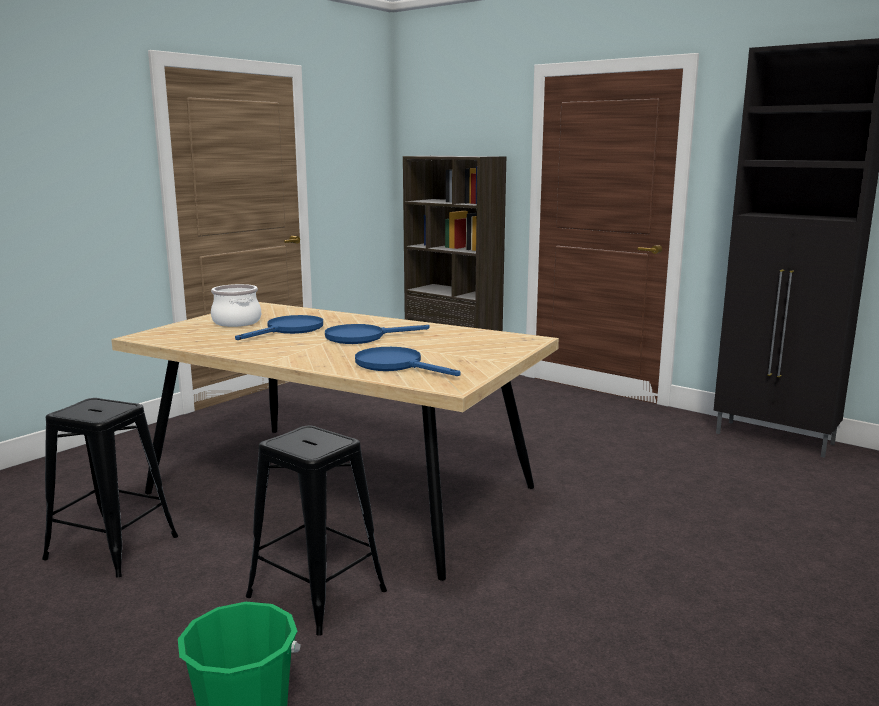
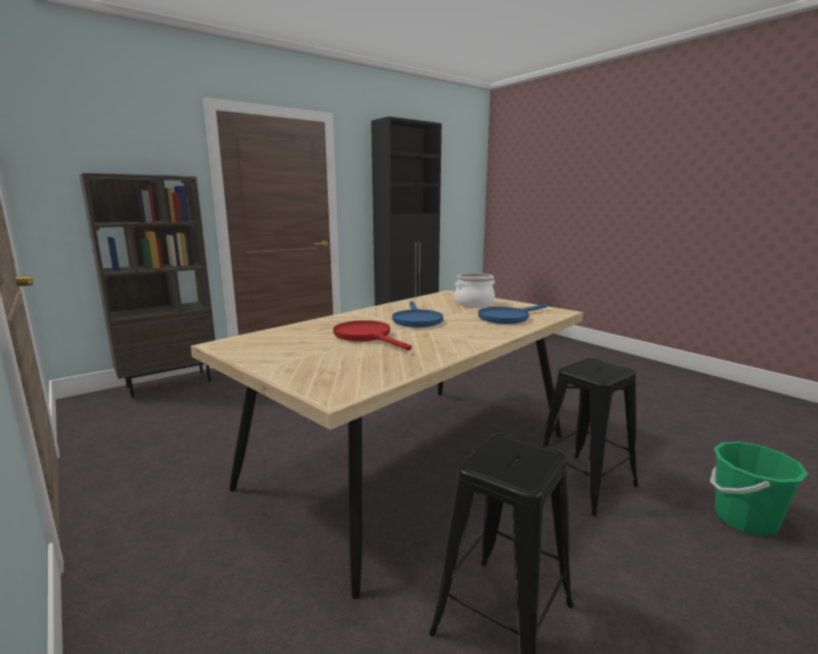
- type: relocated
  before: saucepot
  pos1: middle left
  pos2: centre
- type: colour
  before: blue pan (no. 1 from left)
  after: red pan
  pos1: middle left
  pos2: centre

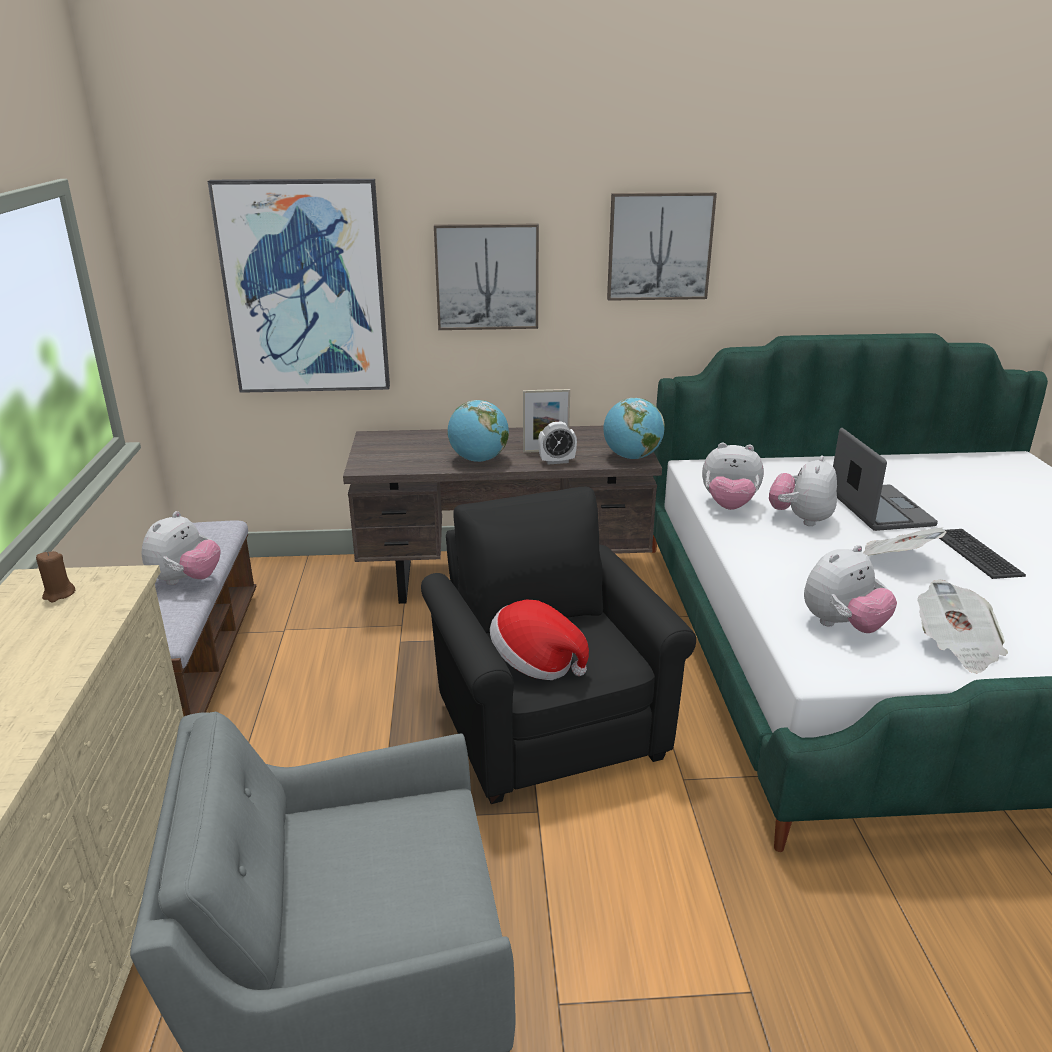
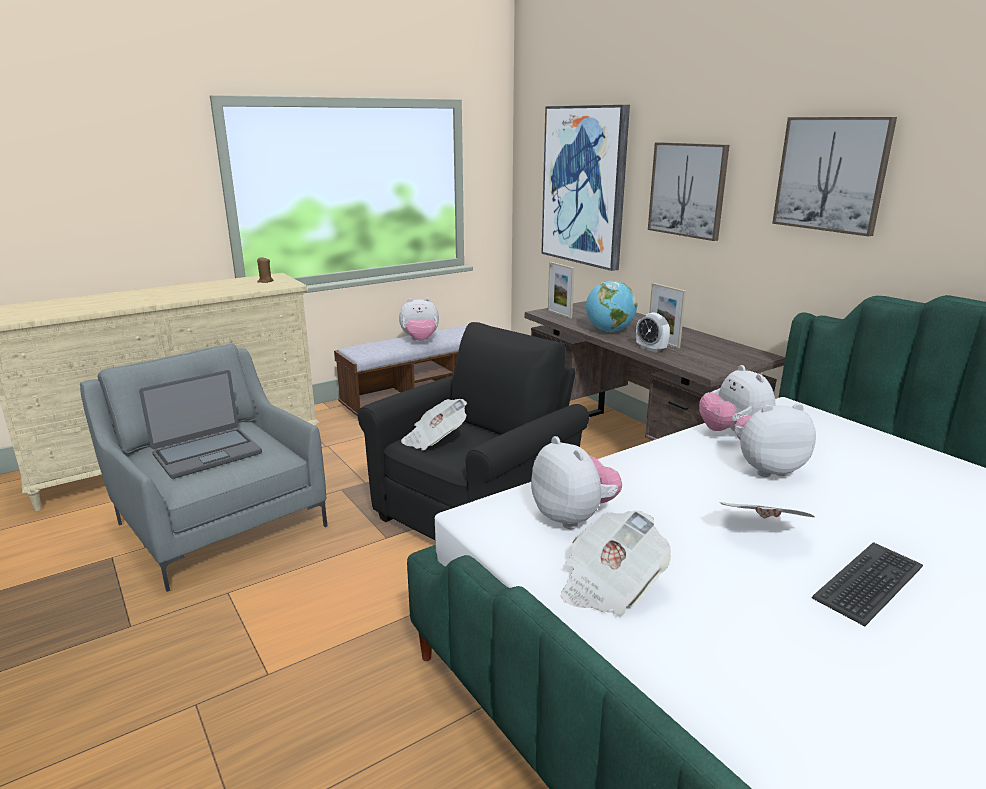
- type: exchanged
  before: clothing hat
  after: newspaper (no. 1 from left)
  pos1: centre
  pos2: centre
- type: missing
  before: globe (no. 2 from left)
  pos1: centre
- type: spun
  before: cuddly toy (no. 4 from left in the first image)
  pos1: middle right
  pos2: centre
  turn: -150
- type: relocated
  before: notebook computer
  pos1: middle right
  pos2: middle left
- type: appeared
  after: picture frame (no. 1 from left)
  pos2: centre

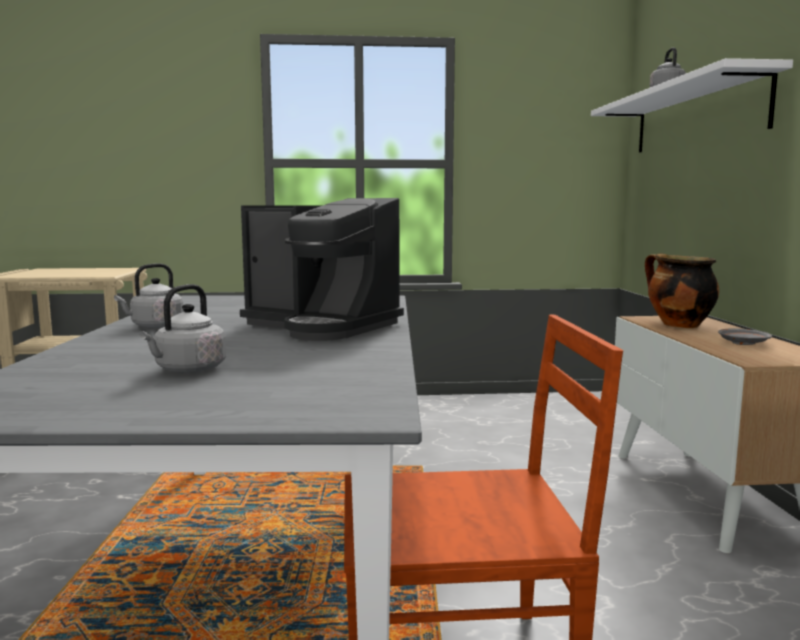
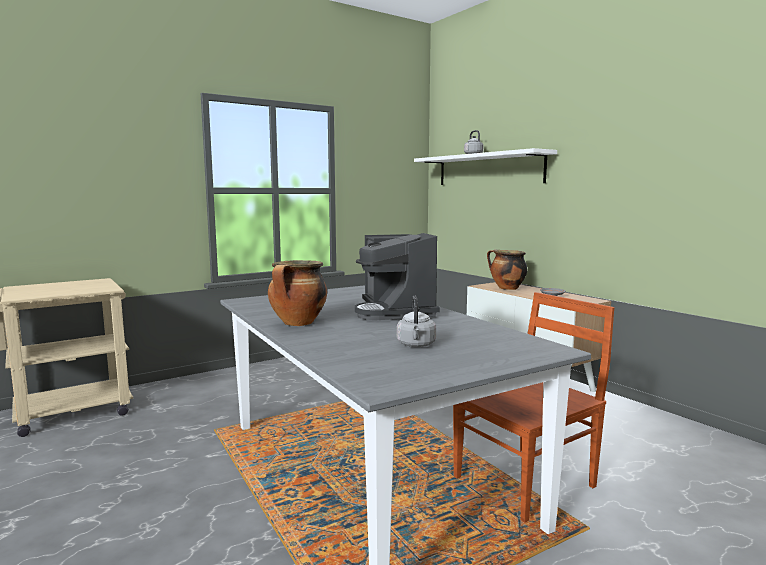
- type: exchanged
  before: gray tea kettle (no. 1 from left)
  after: saucepot (no. 1 from left)
  pos1: middle left
  pos2: centre
- type: spun
  before: coffee maker
  pos1: centre
  pos2: centre
  turn: 75

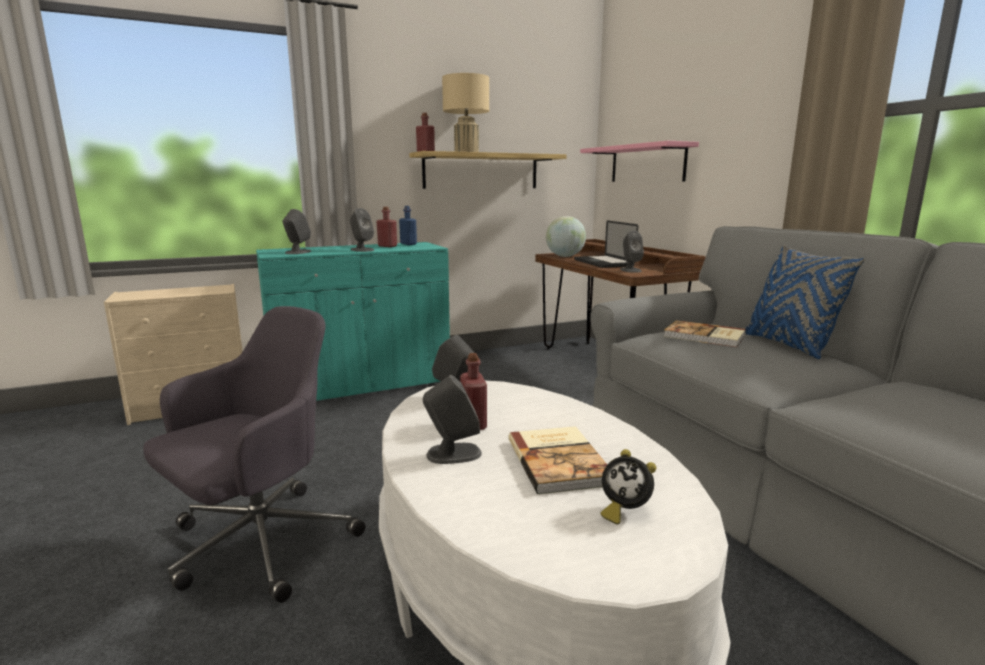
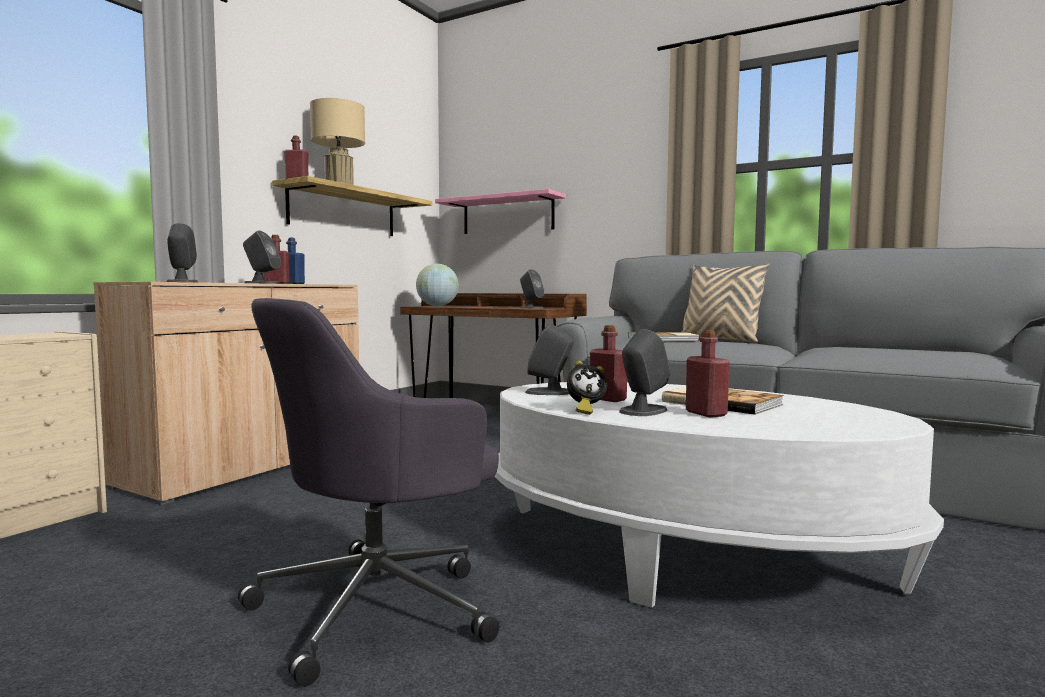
- type: spun
  before: gray office chair
  pos1: bottom left
  pos2: bottom centre
  turn: -135
- type: colour
  before: turquoise-coloured cupboard
  after: beige cupboard
  pos1: centre
  pos2: middle left
- type: missing
  before: notebook computer
  pos1: centre
- type: relocated
  before: table clock
  pos1: bottom centre
  pos2: centre
- type: colour
  before: blue cushion
  after: beige cushion
  pos1: middle right
  pos2: middle right
- type: appeared
  after: red drink bottle (no. 4 from left)
  pos2: middle right

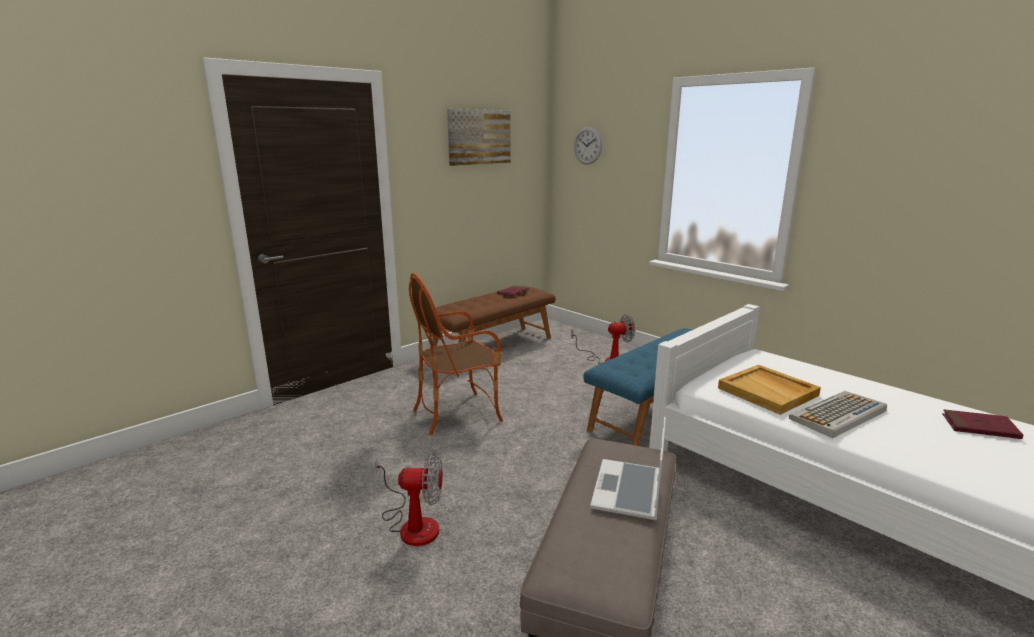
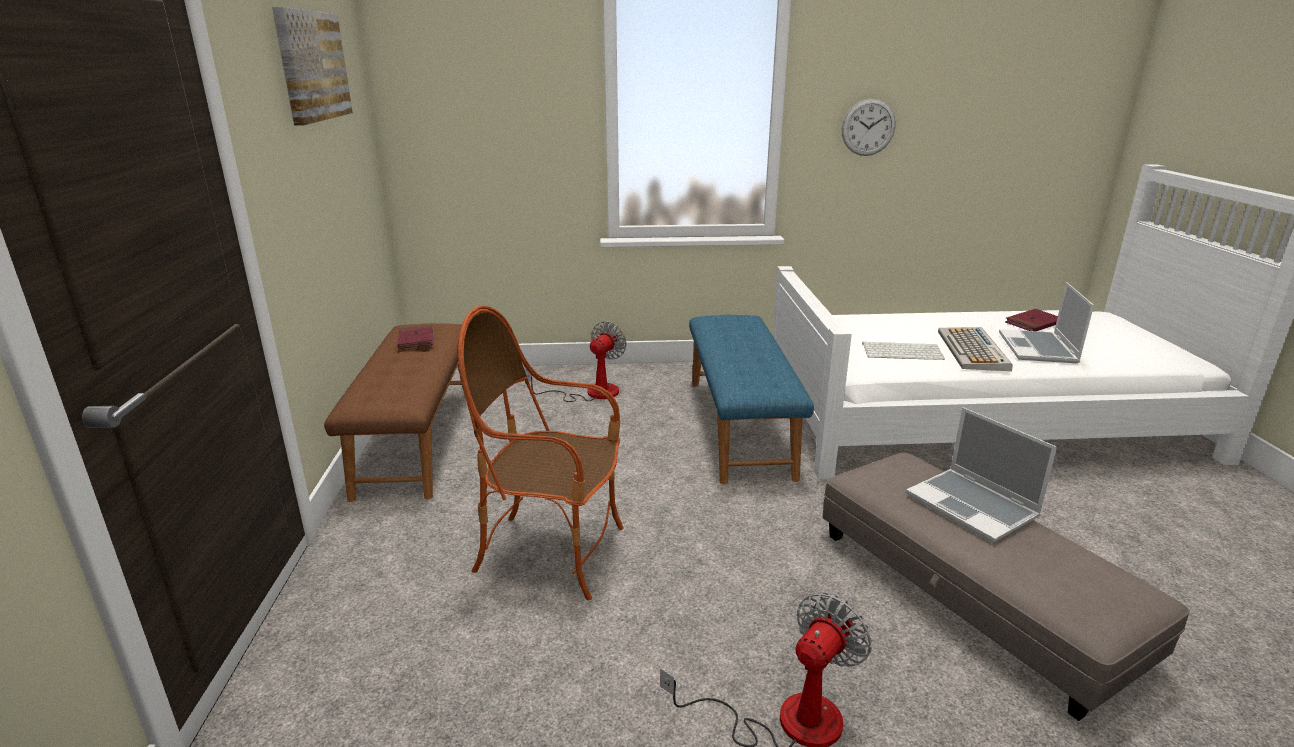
- type: spun
  before: easy chair
  pos1: centre
  pos2: centre
  turn: 90
- type: relocated
  before: hanging clock
  pos1: top centre
  pos2: top right
- type: exchanged
  before: beige serving tray
  after: PC keyboard (no. 1 from left)
  pos1: middle right
  pos2: middle right
- type: appeared
  after: notebook computer (no. 2 from left)
  pos2: middle right

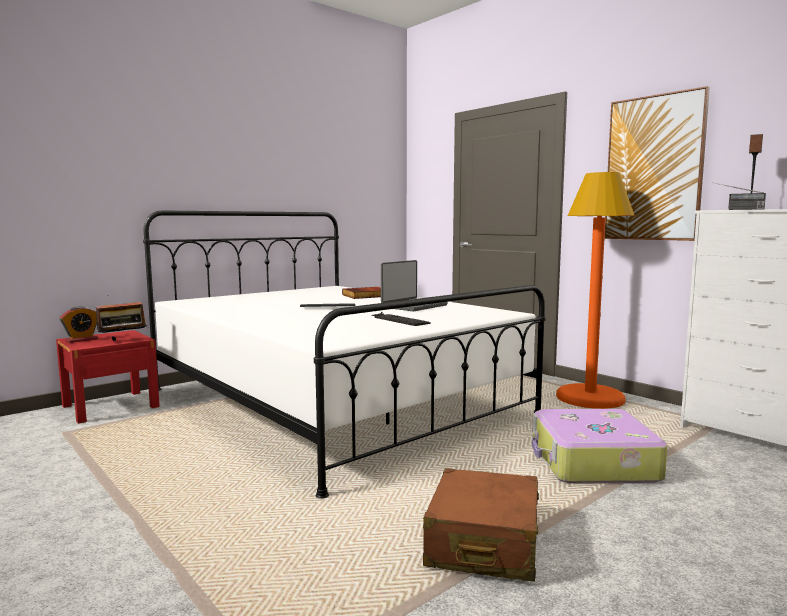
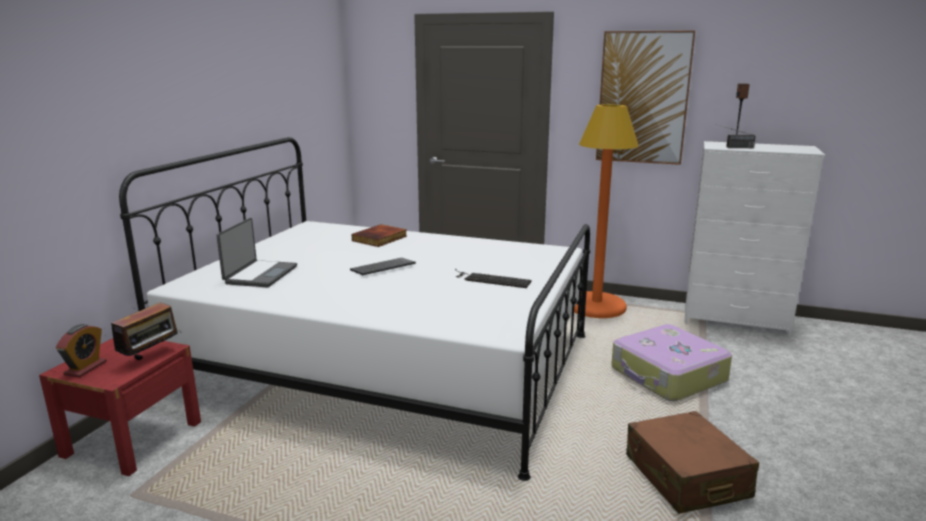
- type: relocated
  before: notebook computer
  pos1: centre
  pos2: middle left

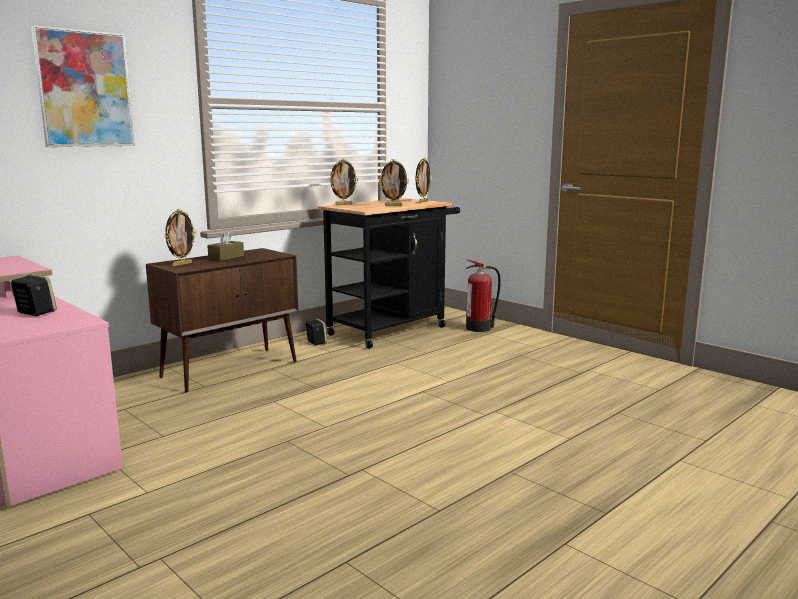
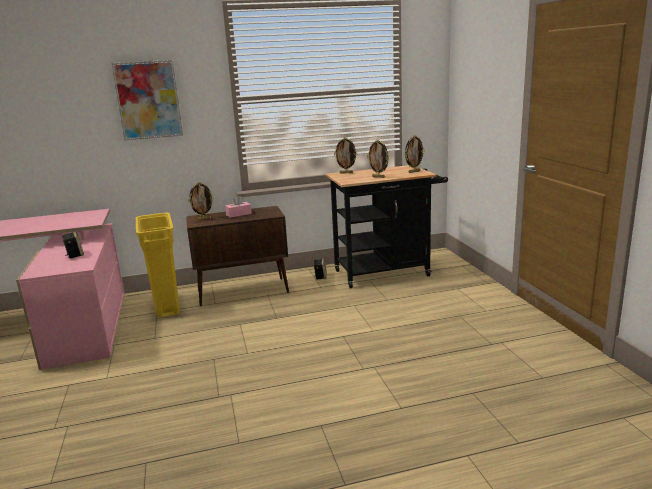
- type: colour
  before: brown-coloured box of tissues
  after: pink box of tissues
  pos1: middle left
  pos2: centre
- type: missing
  before: fire-fighting cylinder
  pos1: centre
- type: appeared
  after: yellowish rubbish bin
  pos2: middle left

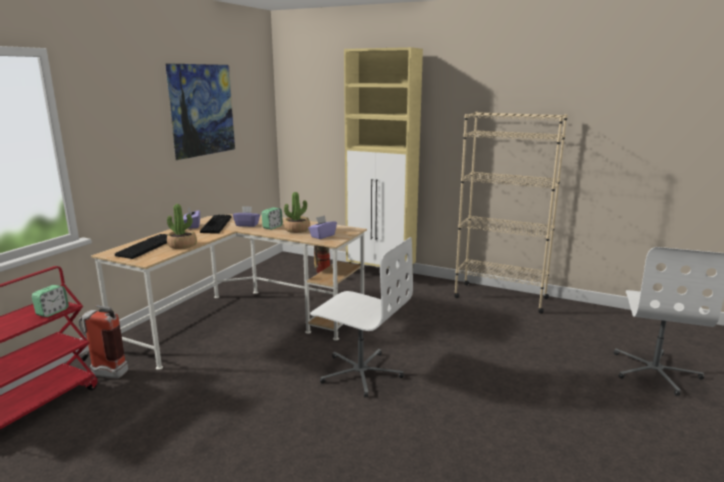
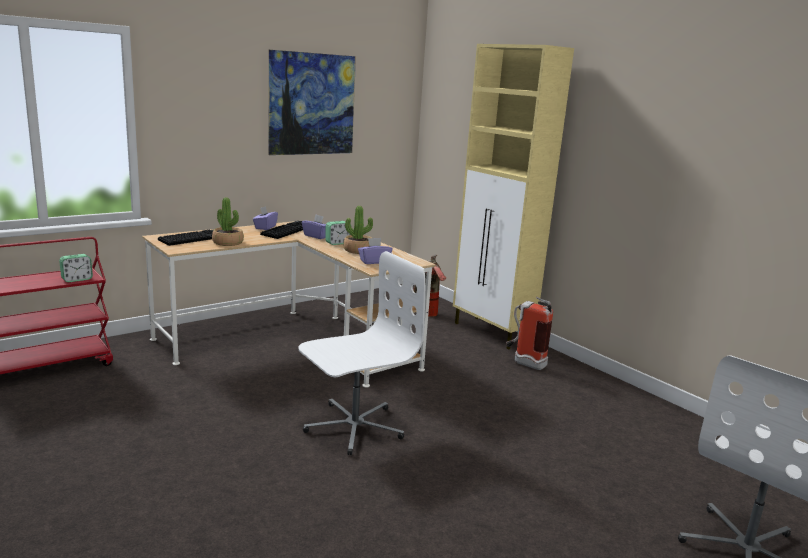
- type: relocated
  before: fire-fighting cylinder (no. 1 from left in the first image)
  after: fire-fighting cylinder (no. 2 from left)
  pos1: bottom left
  pos2: centre
- type: spun
  before: white-coloured office chair (no. 1 from left)
  pos1: centre
  pos2: centre
  turn: -90
- type: missing
  before: beige bookshelf
  pos1: middle right

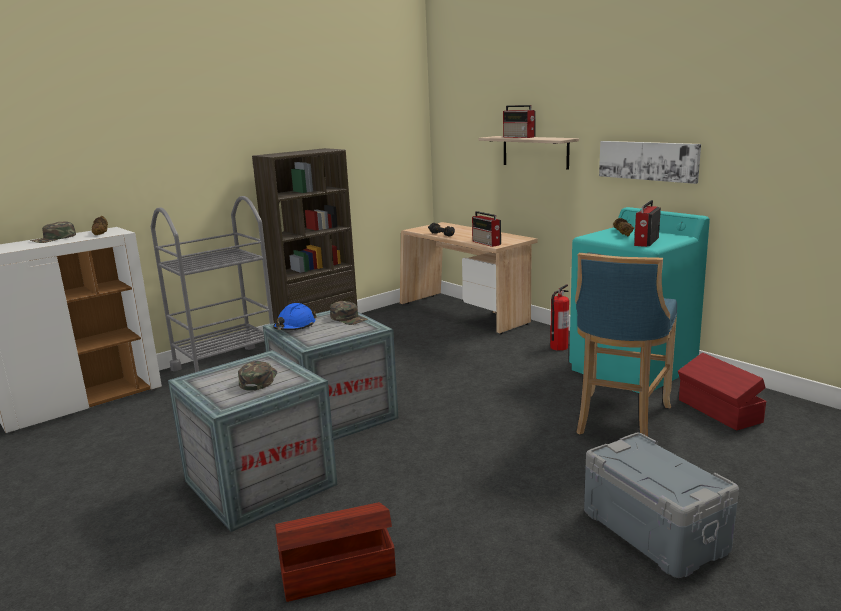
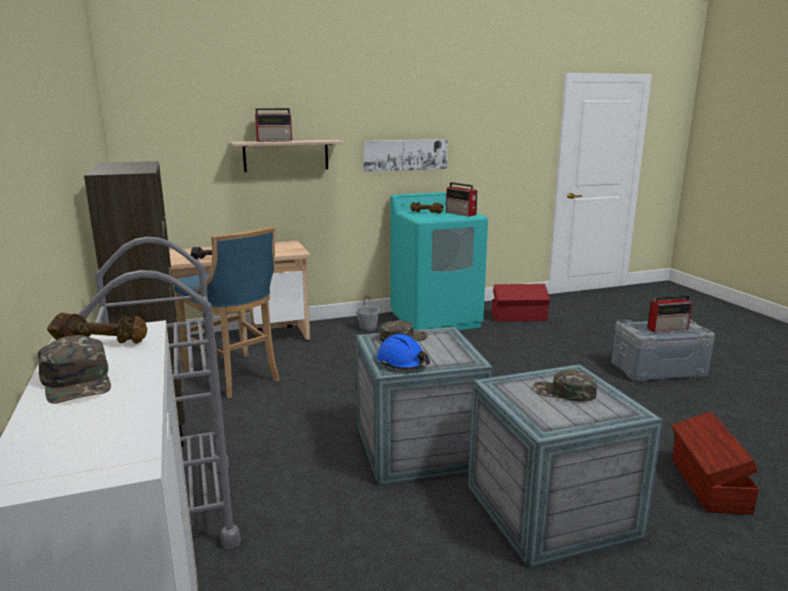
- type: relocated
  before: radio (no. 1 from left in the first image)
  after: radio (no. 3 from left)
  pos1: centre
  pos2: middle right
- type: exchanged
  before: fire-fighting cylinder
  after: gray water bucket
  pos1: centre
  pos2: centre
- type: relocated
  before: blue stool seat
  pos1: middle right
  pos2: middle left

